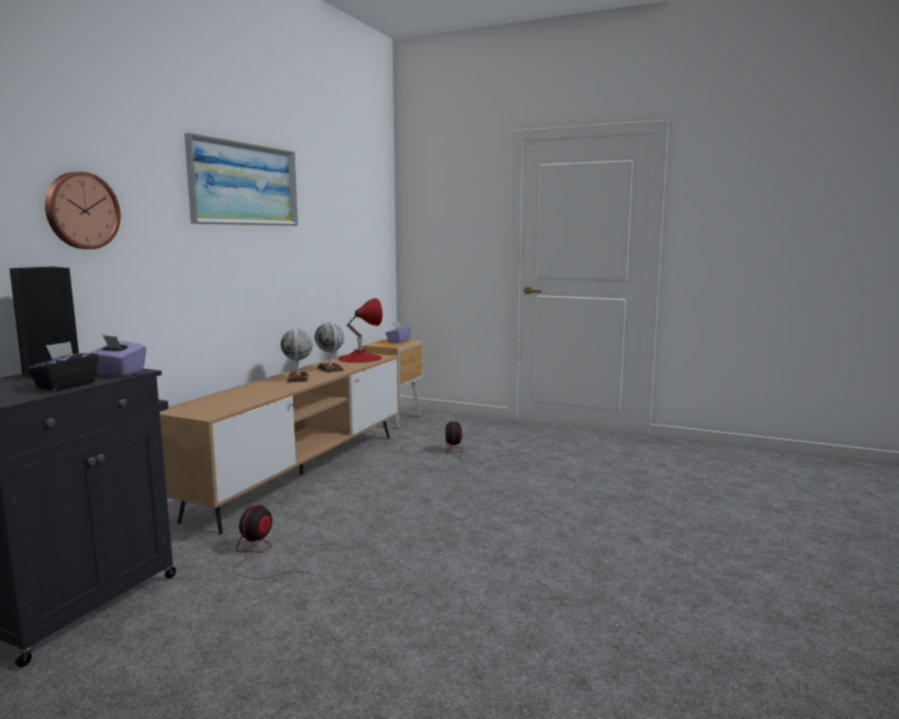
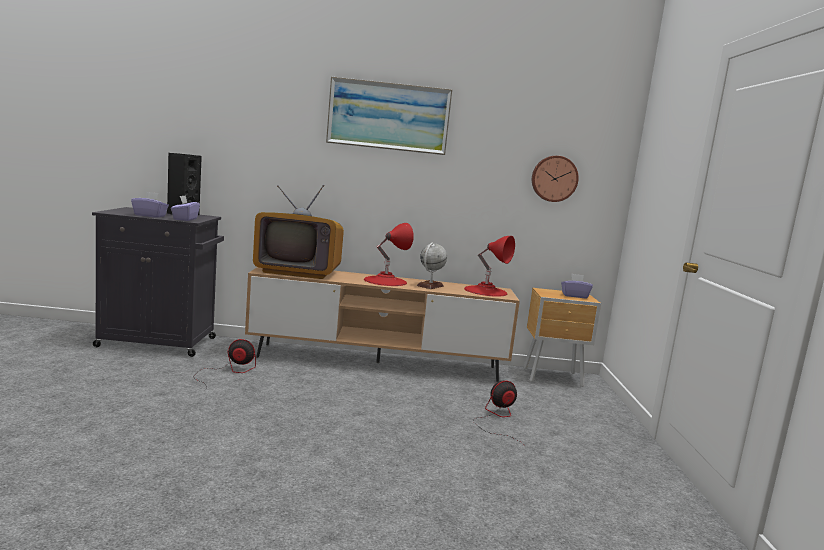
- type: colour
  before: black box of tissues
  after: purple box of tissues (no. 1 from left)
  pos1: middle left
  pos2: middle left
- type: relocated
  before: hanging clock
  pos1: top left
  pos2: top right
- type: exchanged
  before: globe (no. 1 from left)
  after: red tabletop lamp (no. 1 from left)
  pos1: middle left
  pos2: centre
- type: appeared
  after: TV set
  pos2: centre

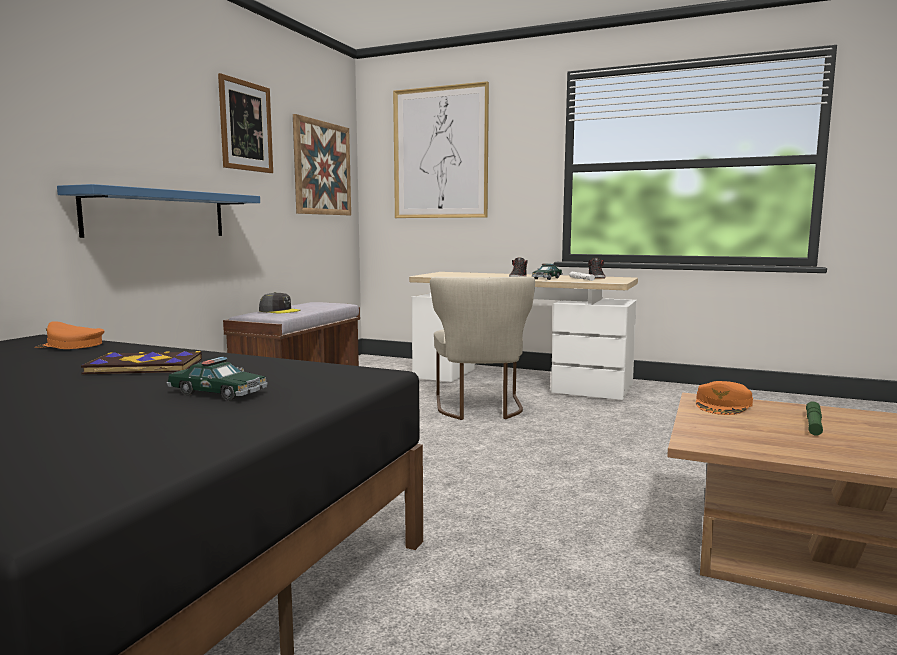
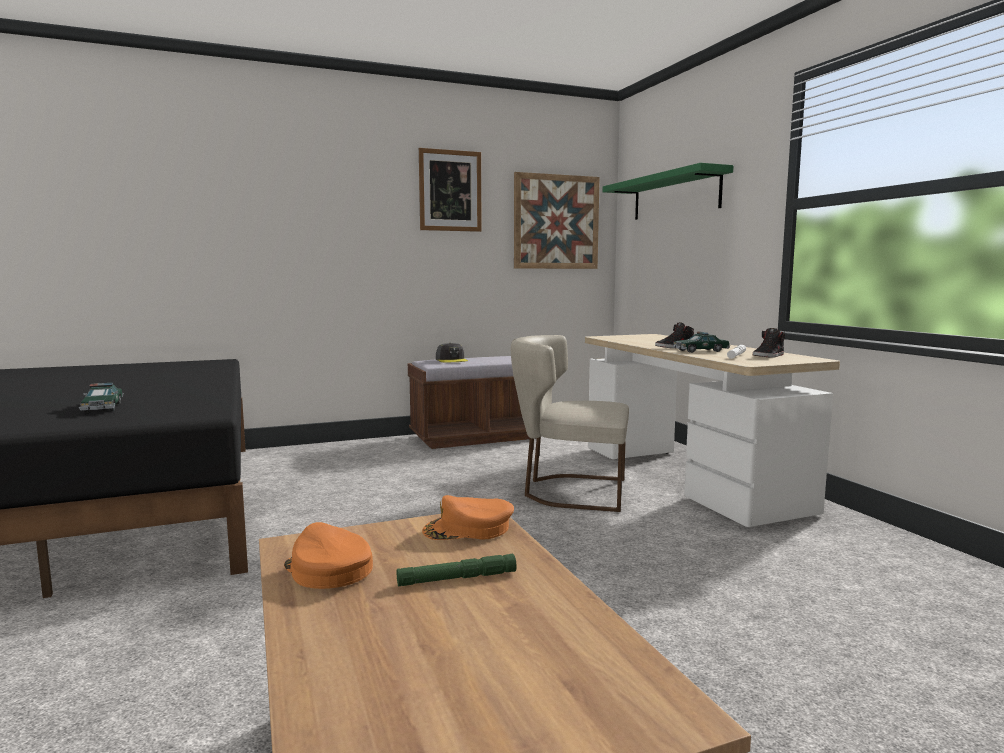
- type: relocated
  before: orange-coloured peaked cap (no. 1 from left)
  pos1: middle left
  pos2: bottom left
- type: missing
  before: blue bracket shelf
  pos1: top left
- type: missing
  before: bound book
  pos1: middle left
- type: exchanged
  before: wall art (no. 3 from left)
  after: greenish bracket shelf
  pos1: top centre
  pos2: top centre
- type: spun
  before: beige chair
  pos1: centre
  pos2: centre
  turn: 60

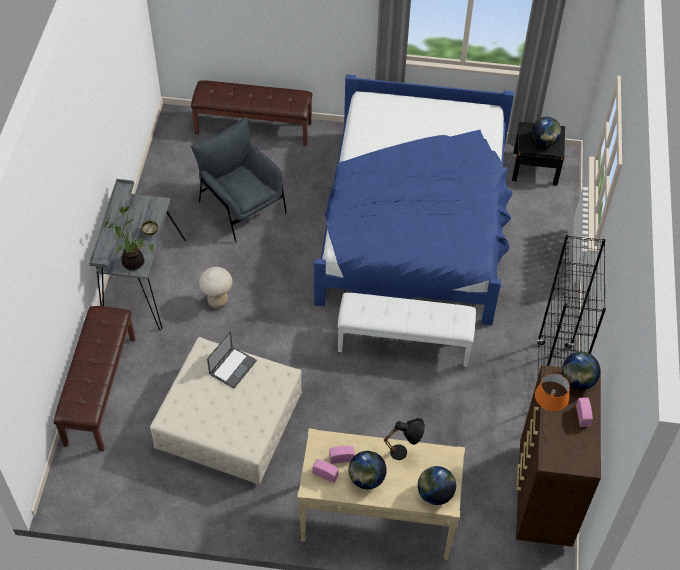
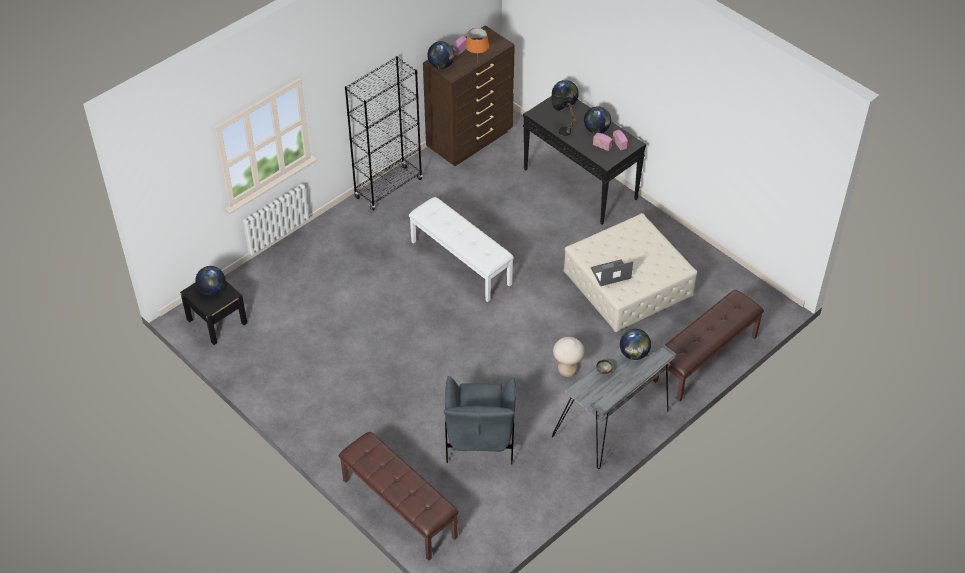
- type: exchanged
  before: potted plant
  after: globe (no. 5 from left)
  pos1: middle left
  pos2: centre
- type: colour
  before: beige hall table
  after: black hall table
  pos1: bottom centre
  pos2: top centre
- type: missing
  before: blue bed
  pos1: centre

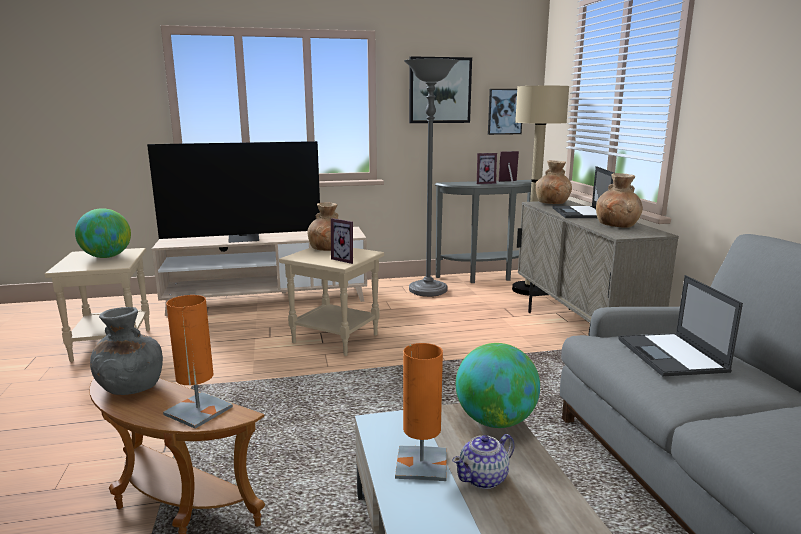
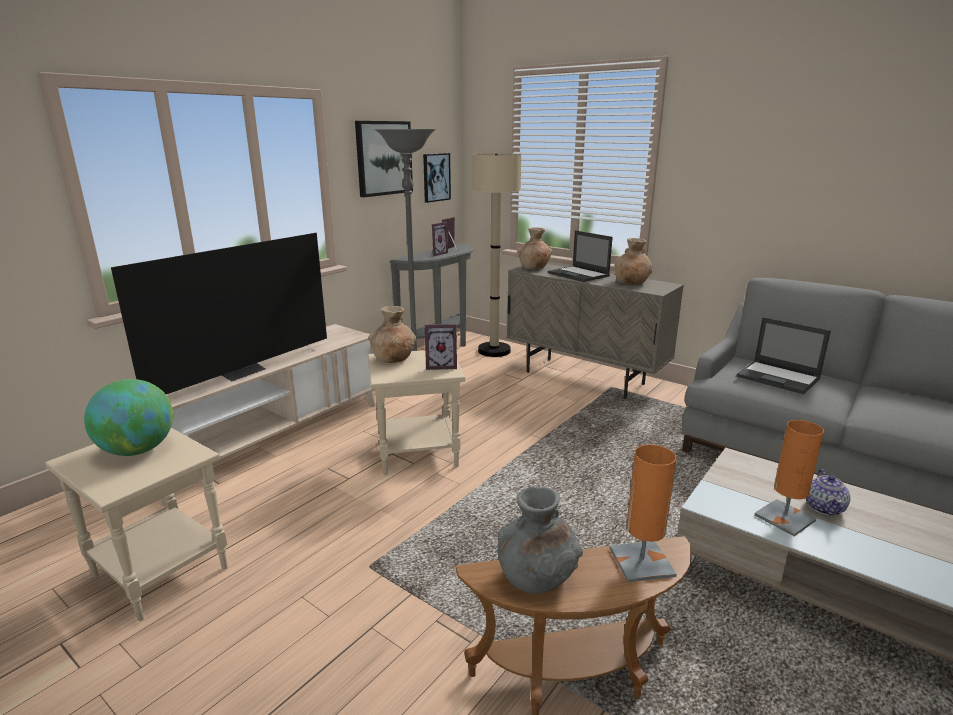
- type: missing
  before: globe (no. 2 from left)
  pos1: bottom centre

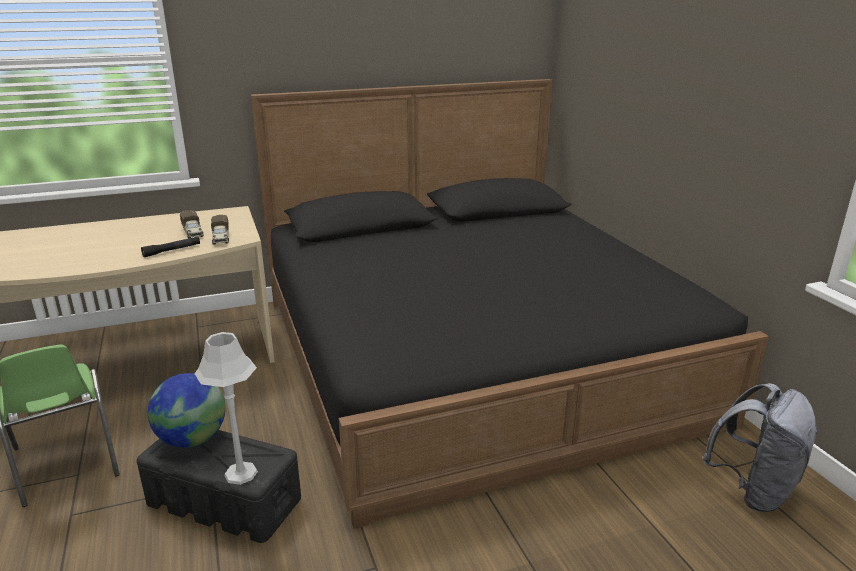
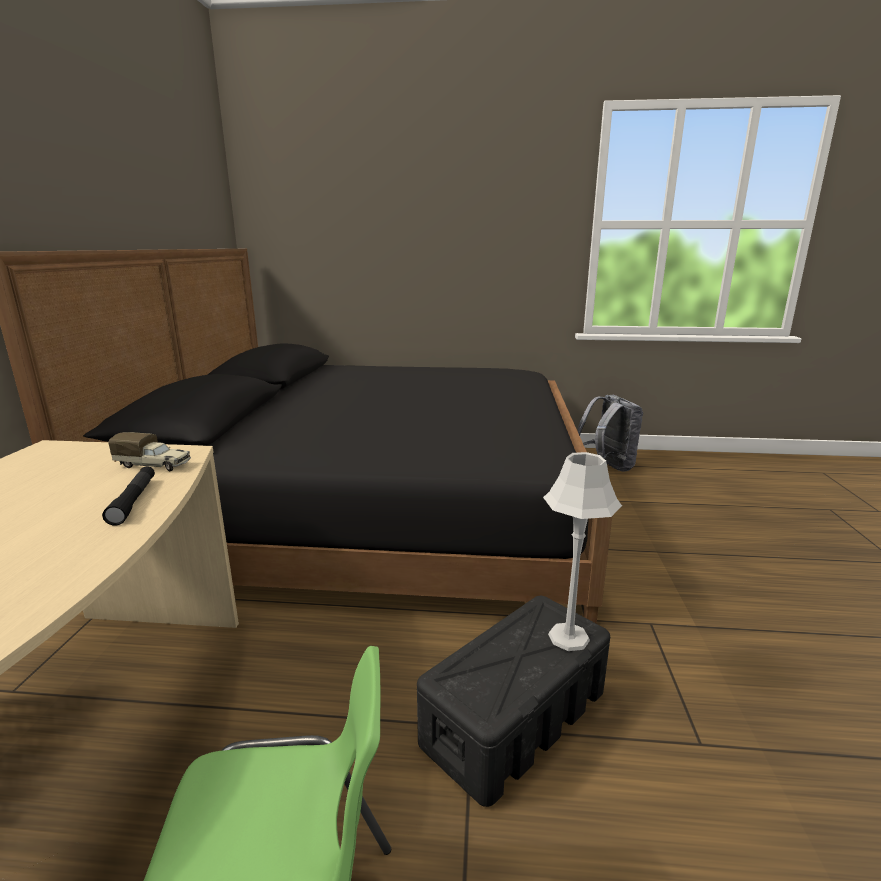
- type: missing
  before: globe
  pos1: bottom left
- type: missing
  before: toy truck (no. 1 from left)
  pos1: middle left

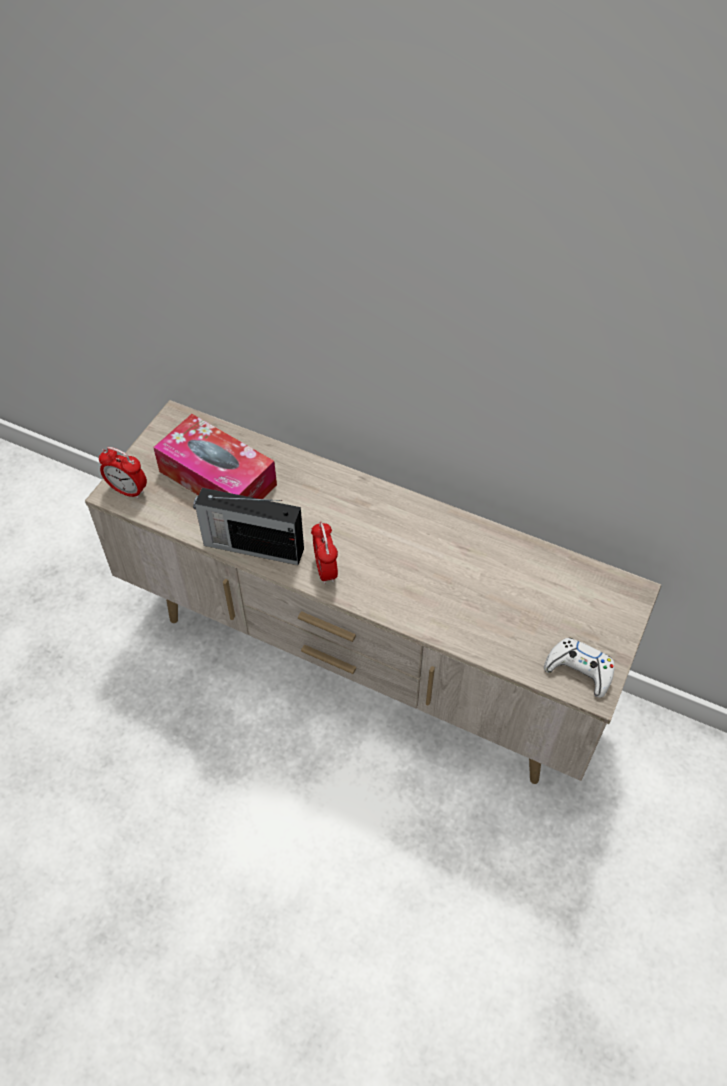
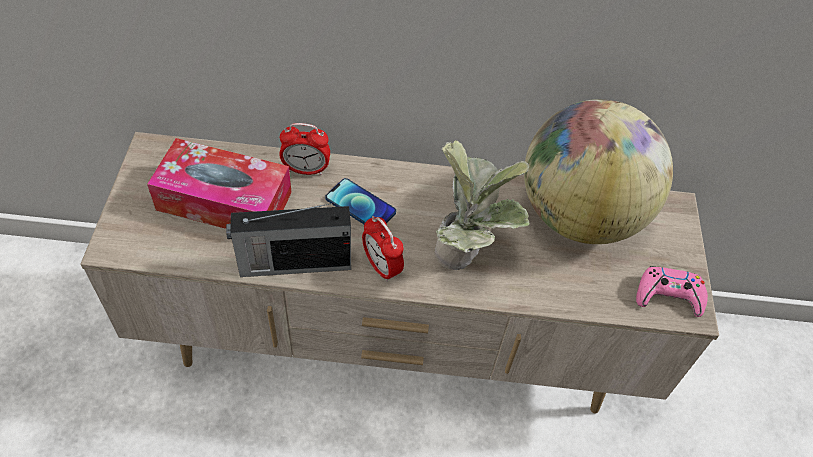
- type: relocated
  before: table clock (no. 1 from left)
  pos1: middle left
  pos2: top centre
- type: colour
  before: white-coloured gamepad
  after: pink gamepad
  pos1: middle right
  pos2: middle right
- type: appeared
  after: handset
  pos2: centre
- type: appeared
  after: potted plant
  pos2: centre
- type: appeared
  after: globe
  pos2: middle right

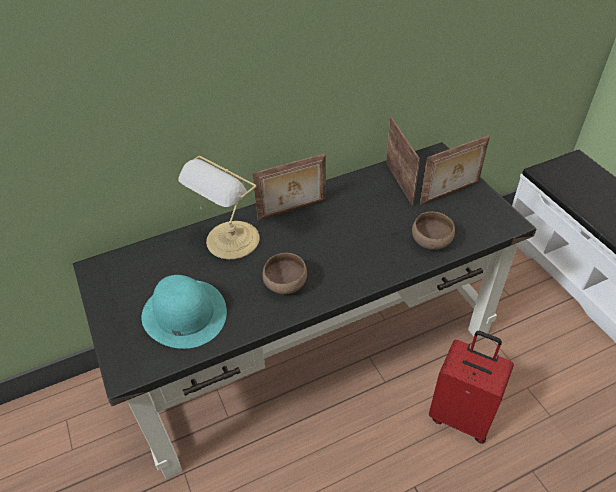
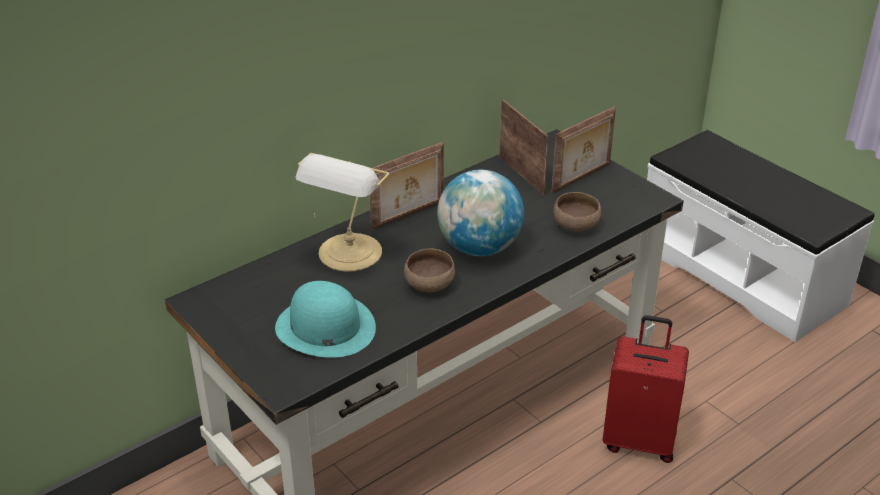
- type: appeared
  after: globe
  pos2: centre

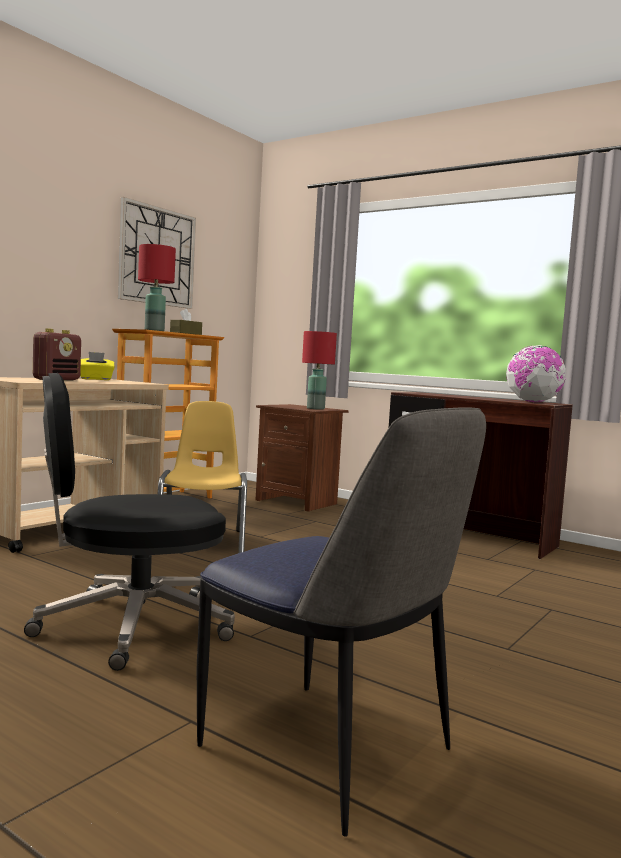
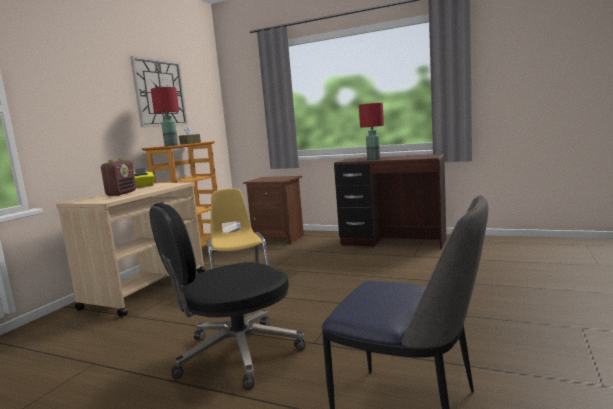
- type: relocated
  before: red tabletop lamp (no. 2 from left)
  pos1: centre
  pos2: top centre
- type: missing
  before: globe
  pos1: middle right

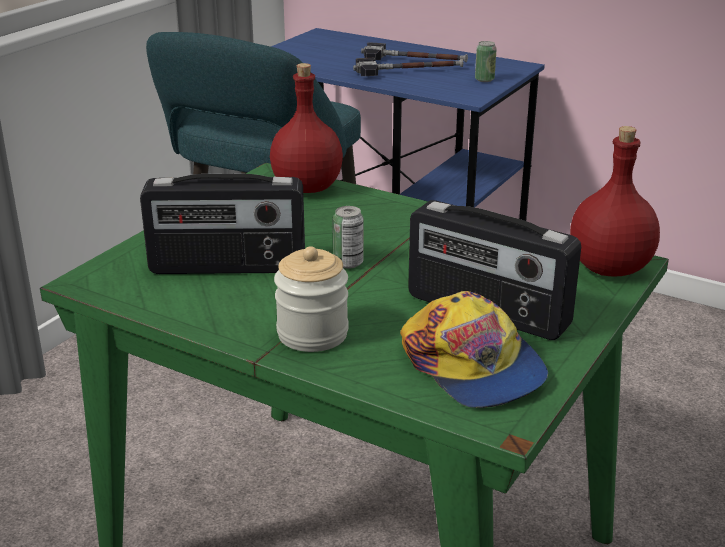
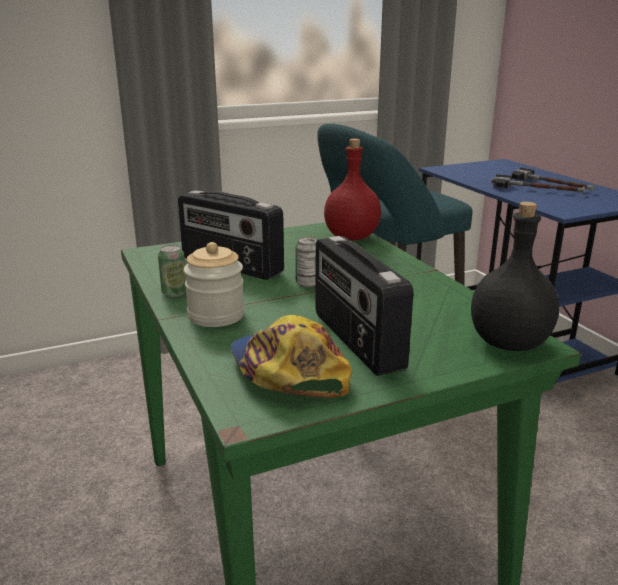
- type: spun
  before: peaked cap
  pos1: centre
  pos2: centre
  turn: 150
- type: relocated
  before: metal can (no. 2 from left in the first image)
  after: metal can (no. 1 from left)
  pos1: top right
  pos2: middle left
- type: colour
  before: red drink bottle (no. 2 from left)
  after: black drink bottle
  pos1: middle right
  pos2: middle right

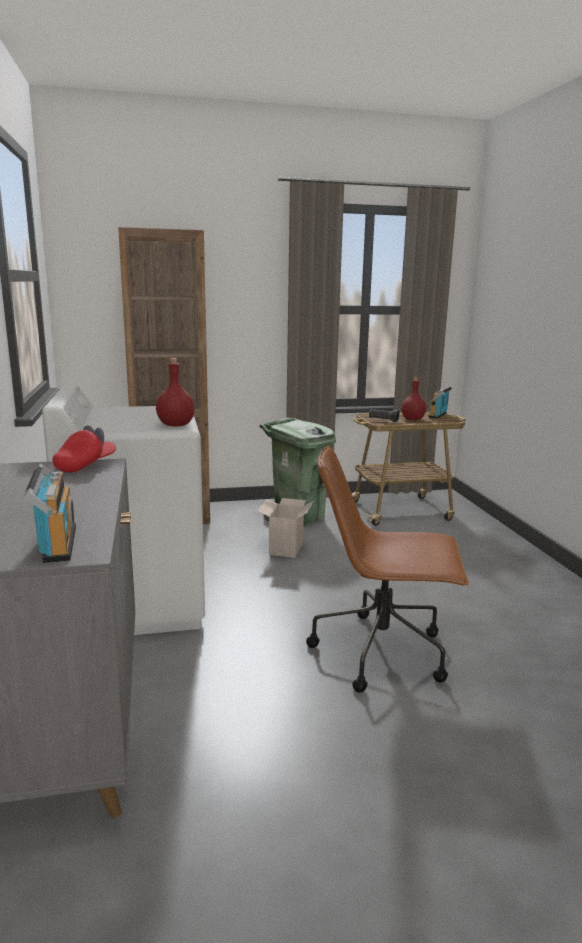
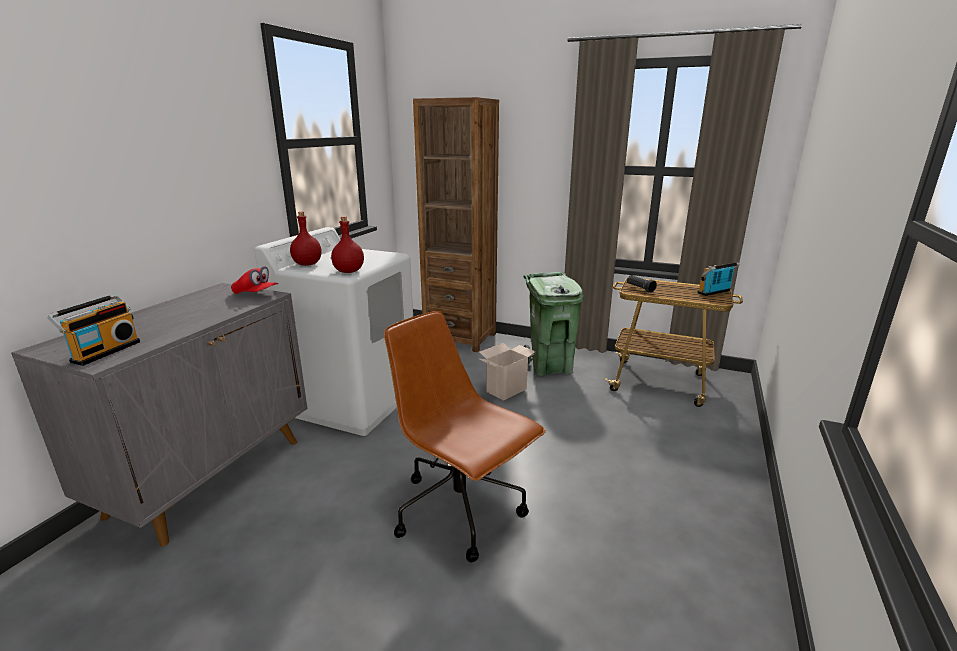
- type: spun
  before: red peaked cap
  pos1: middle left
  pos2: middle left
  turn: 45
- type: relocated
  before: red drink bottle (no. 2 from left in the first image)
  after: red drink bottle (no. 1 from left)
  pos1: middle right
  pos2: middle left

